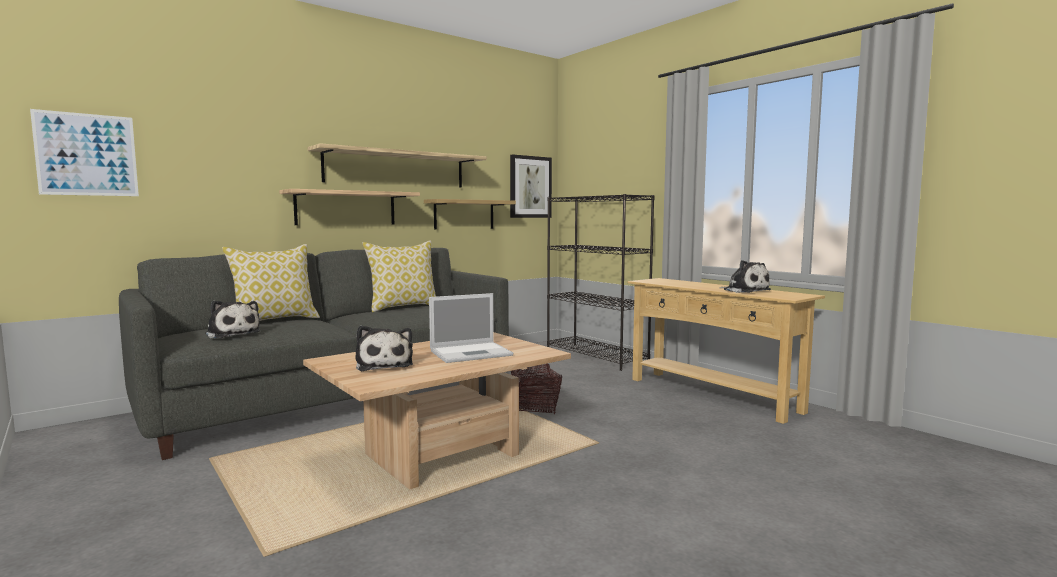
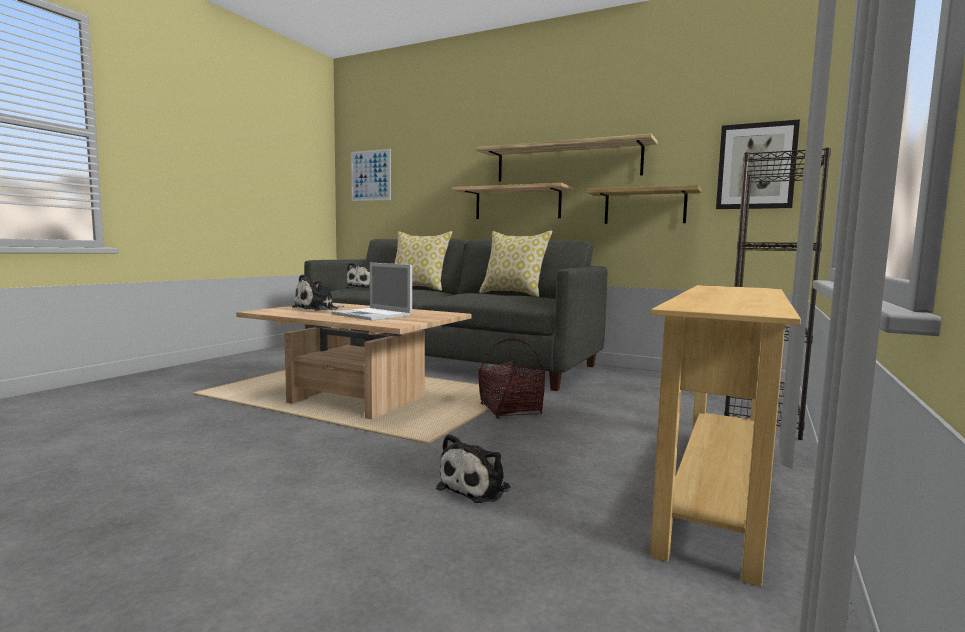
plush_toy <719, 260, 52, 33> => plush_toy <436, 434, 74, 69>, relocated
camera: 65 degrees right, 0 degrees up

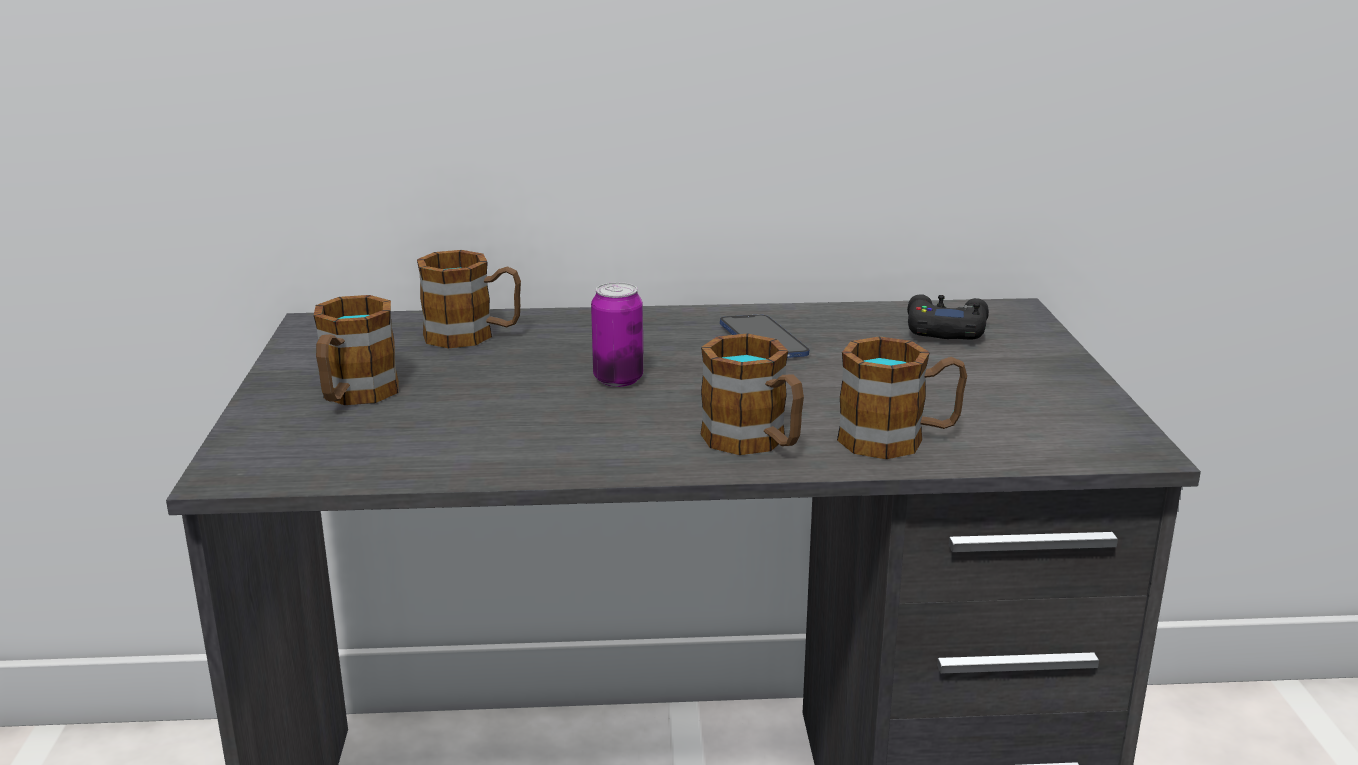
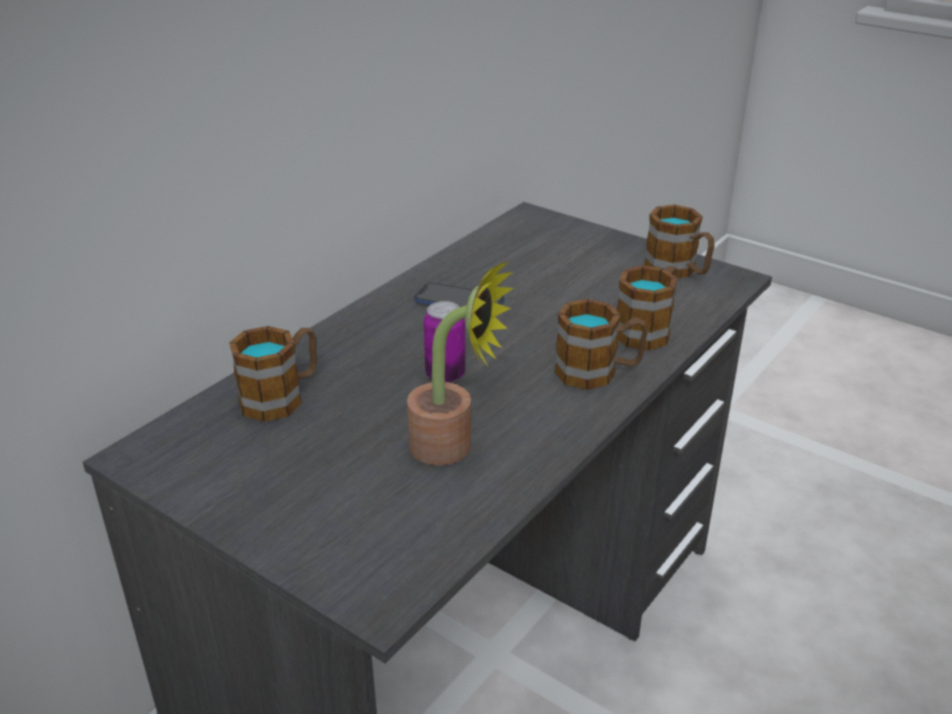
mug <314, 295, 85, 110> => mug <644, 205, 71, 73>, relocated
black_game_controller <907, 294, 82, 45> => nothing
nothing => potted_plant <407, 261, 106, 205>
camera: 50 degrees left, 10 degrees up

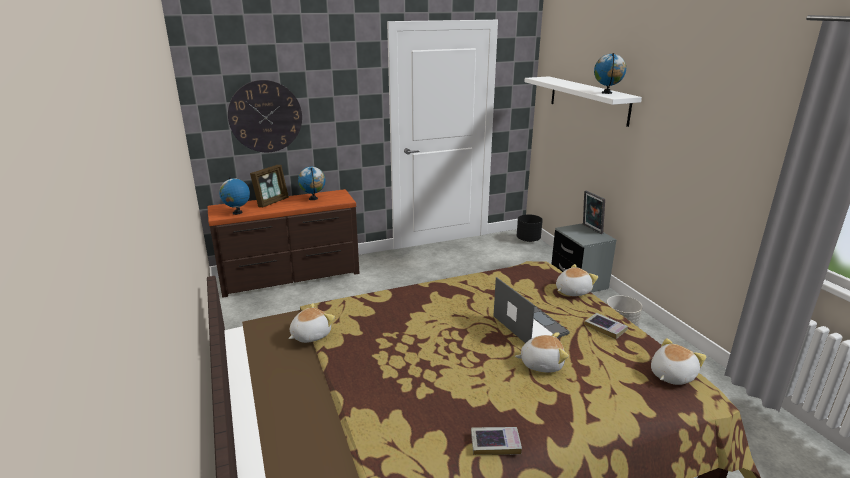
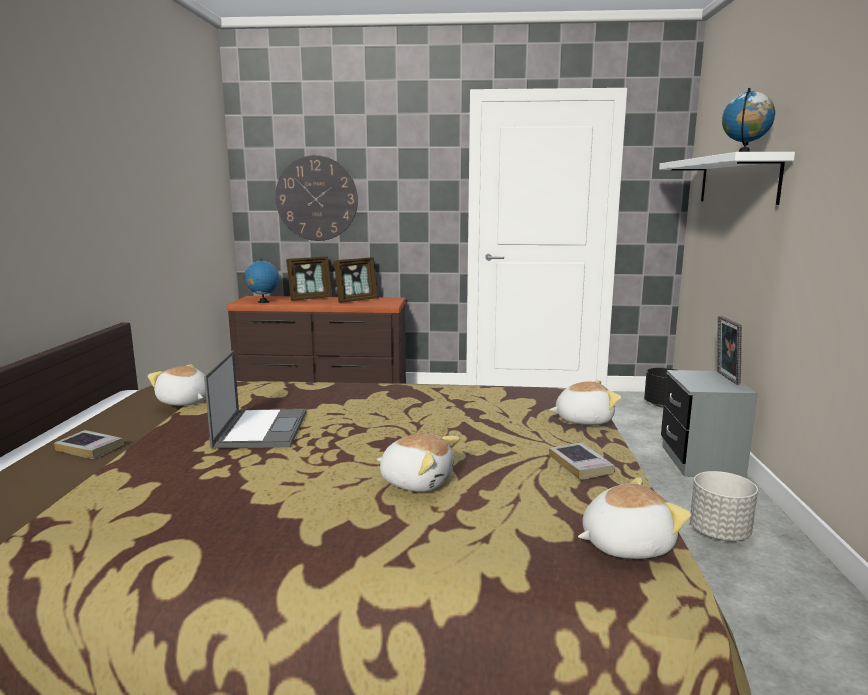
plush_toy <288, 303, 47, 40> => plush_toy <148, 364, 58, 42>, 120 degrees counterclockwise
globe <298, 167, 28, 33> => picture_frame <334, 257, 44, 46>
book <471, 427, 51, 28> => book <54, 430, 70, 29>, relocated
laptop <494, 277, 76, 66> => laptop <204, 350, 103, 98>, relocated
camera: 25 degrees right, 10 degrees down

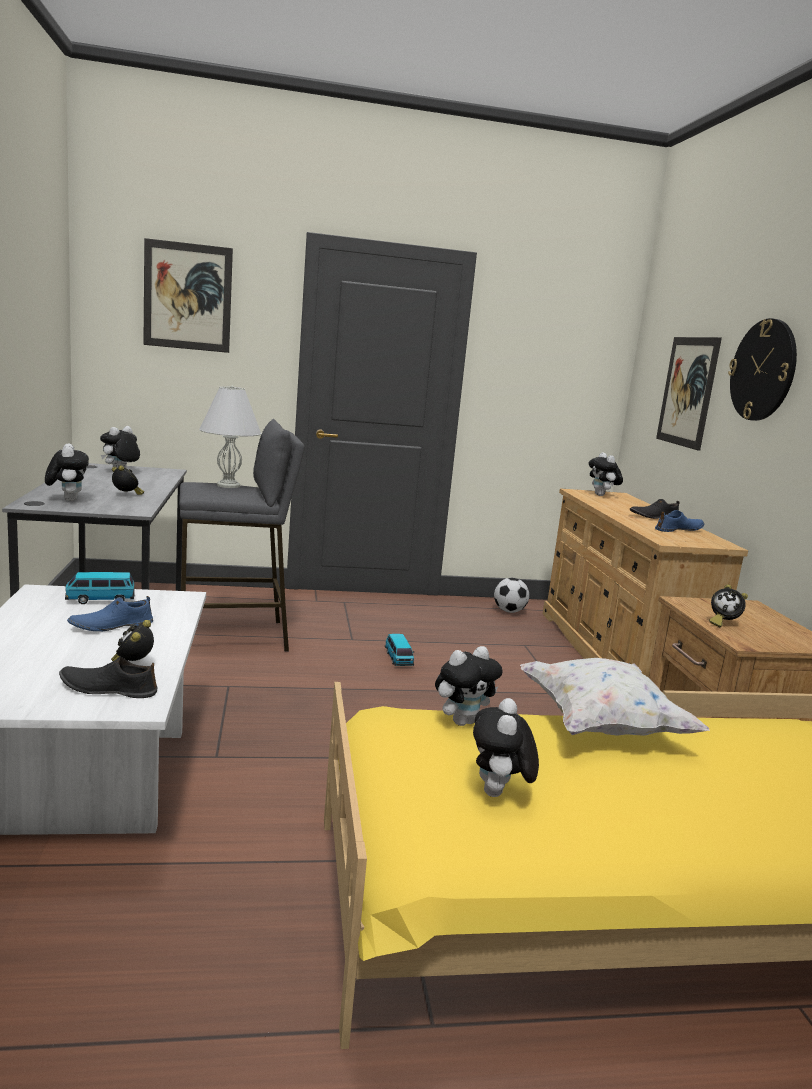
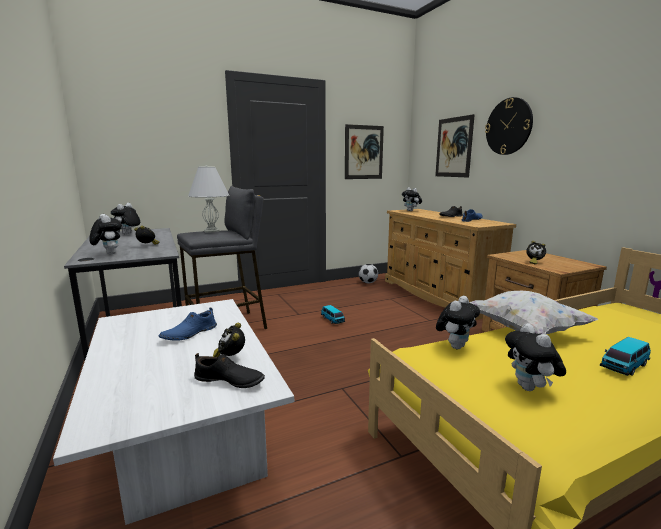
black_shoe <59, 657, 98, 41> => black_shoe <194, 353, 71, 35>, 150 degrees counterclockwise
toy_car <65, 572, 70, 32> => toy_car <600, 337, 51, 39>, relocated
picture <143, 238, 90, 115> => picture <345, 124, 39, 55>, relocated
camera: 15 degrees left, 0 degrees up

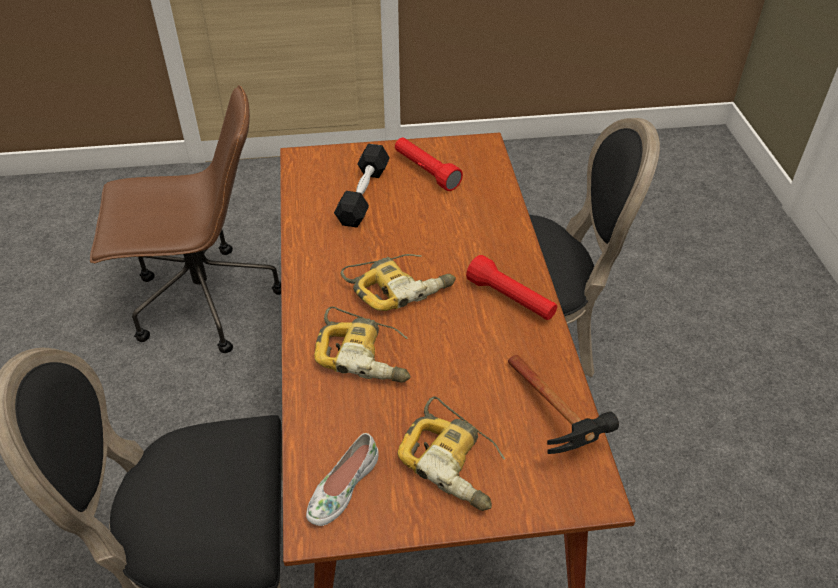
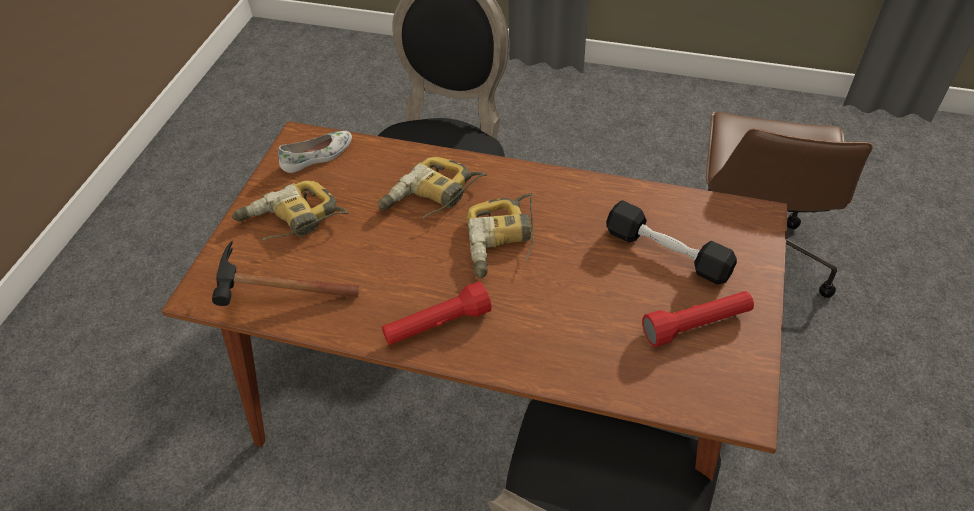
white_shoe <306, 433, 73, 93> => white_shoe <278, 131, 74, 42>, 90 degrees clockwise
camera: 115 degrees right, 5 degrees up

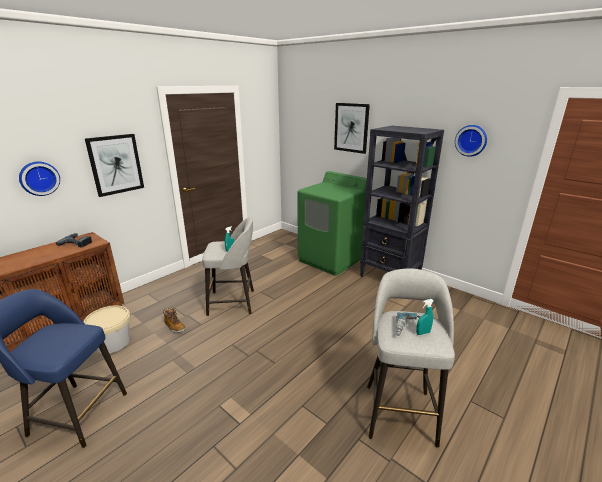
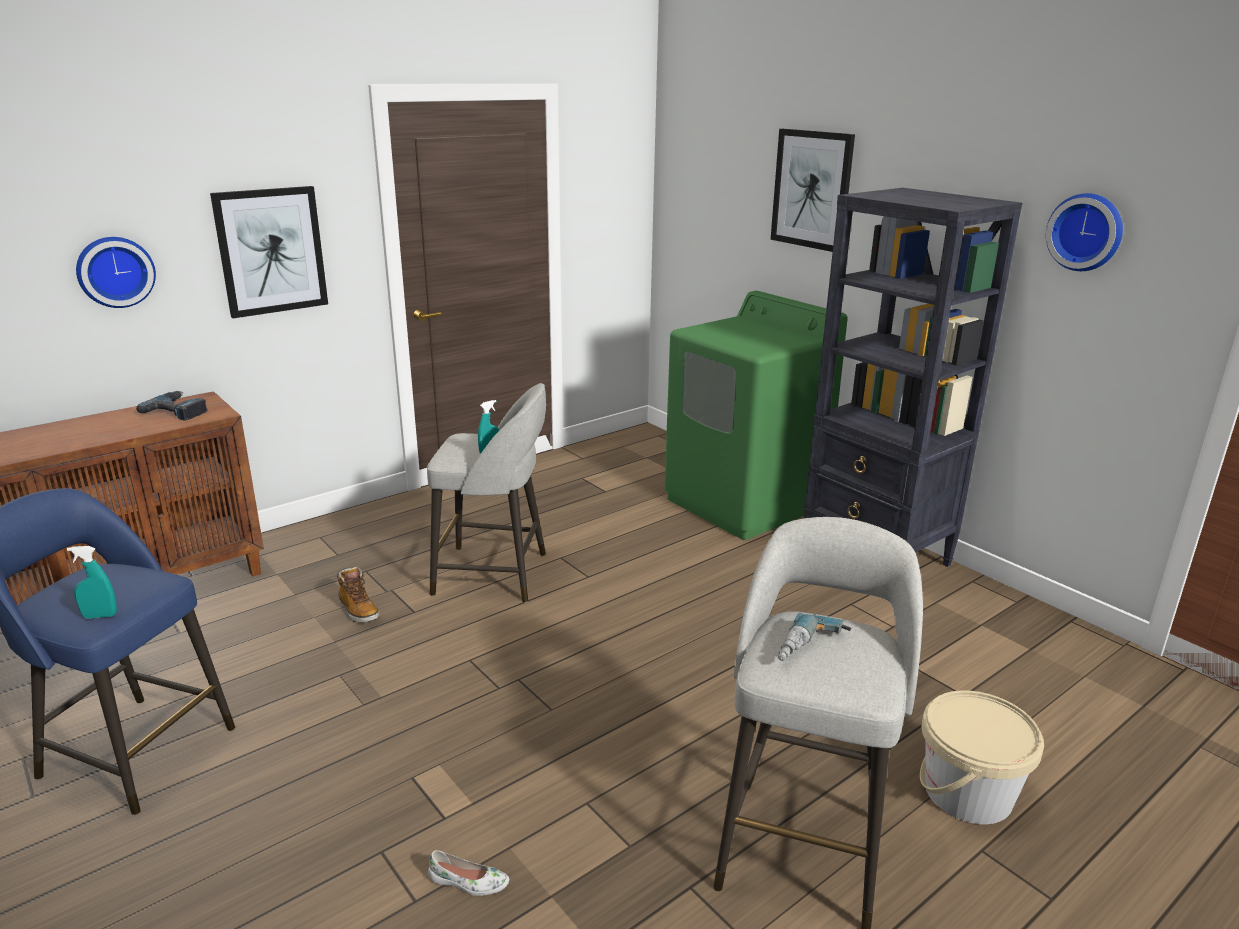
beige_bucket <84, 305, 47, 48> => beige_bucket <920, 690, 124, 134>, relocated
turquoise_spray_bottle <416, 299, 18, 36> => turquoise_spray_bottle <67, 546, 50, 72>, relocated
nothing => white_shoe <428, 850, 81, 46>
camera: 10 degrees right, 0 degrees up

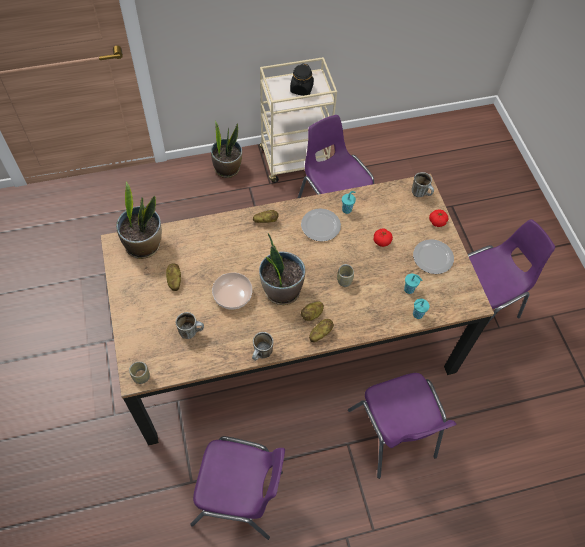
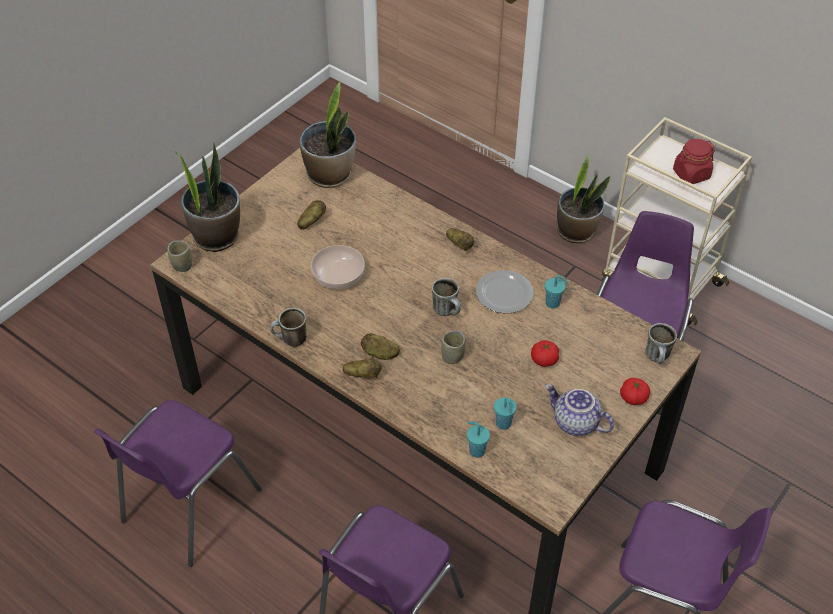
mug <176, 312, 28, 27> => mug <432, 278, 29, 38>, relocated
purple_chair <190, 436, 95, 104> => purple_chair <94, 400, 168, 167>, 60 degrees clockwise
potted_plant <259, 233, 46, 72> => potted_plant <176, 142, 64, 110>, relocated
black_jar <290, 63, 24, 33> => red_jar <673, 139, 42, 45>
plate <413, 239, 41, 35> => teapot <545, 384, 69, 52>
camera: 55 degrees right, 10 degrees down

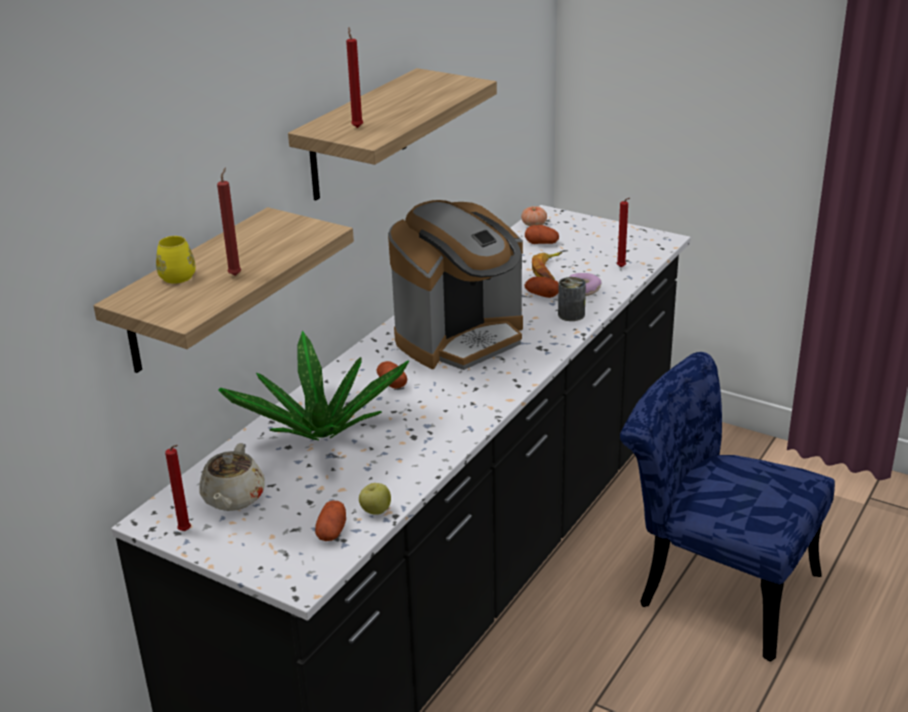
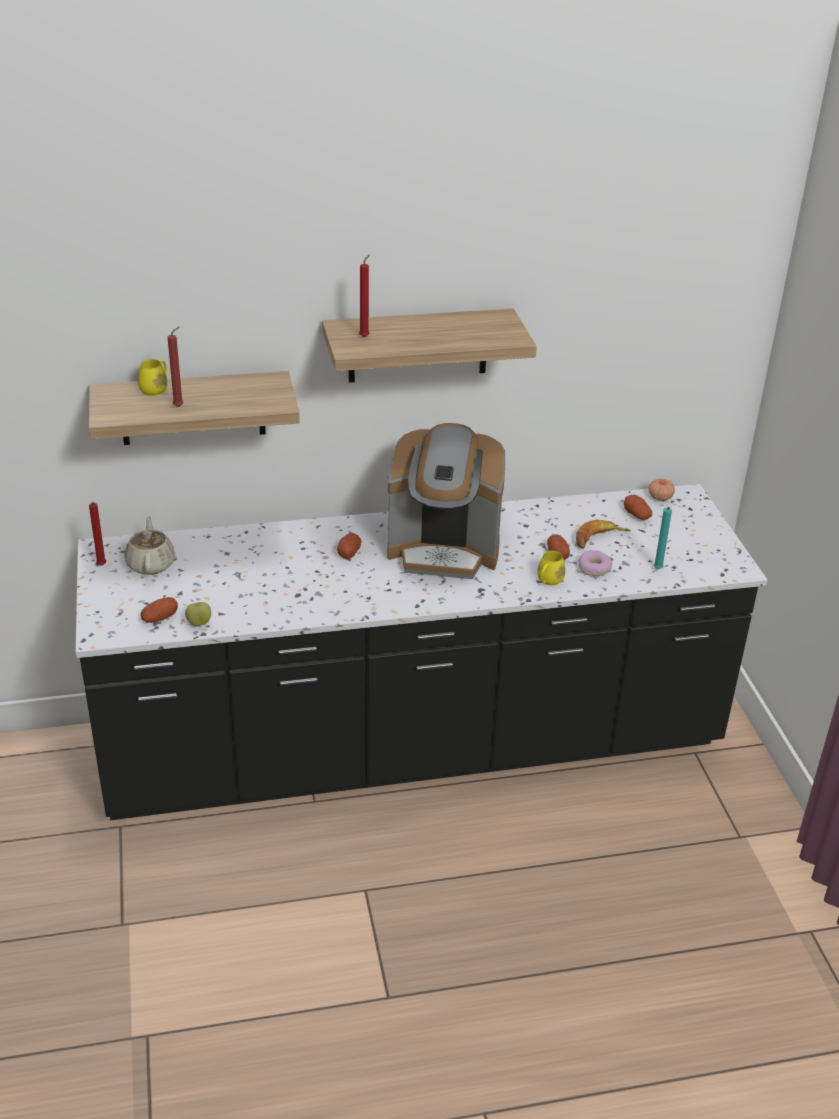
beige_teapot <199, 443, 66, 68> => beige_teapot <124, 516, 51, 59>, 120 degrees clockwise
potted_plant <218, 331, 191, 109> => nothing
can <558, 277, 28, 44> => yellow_mug <537, 551, 28, 34>
red_candle <616, 198, 14, 69> => turquoise_candle <654, 507, 18, 62>
blue_chair <620, 352, 215, 310> => nothing
camera: 45 degrees right, 5 degrees up

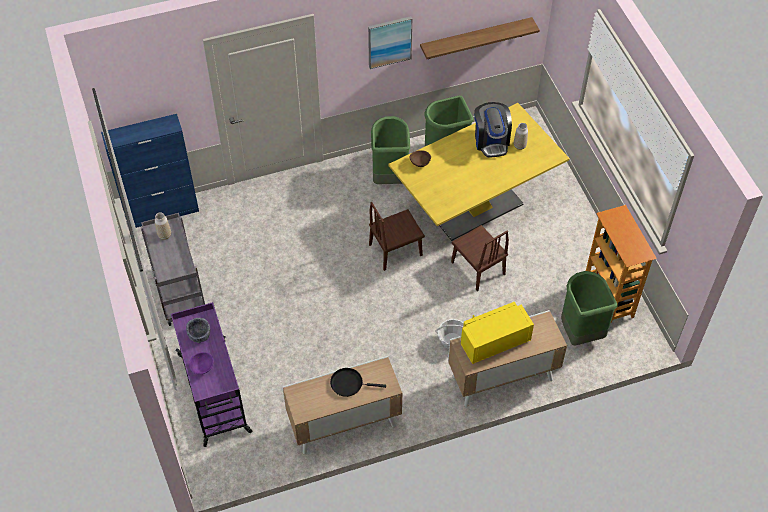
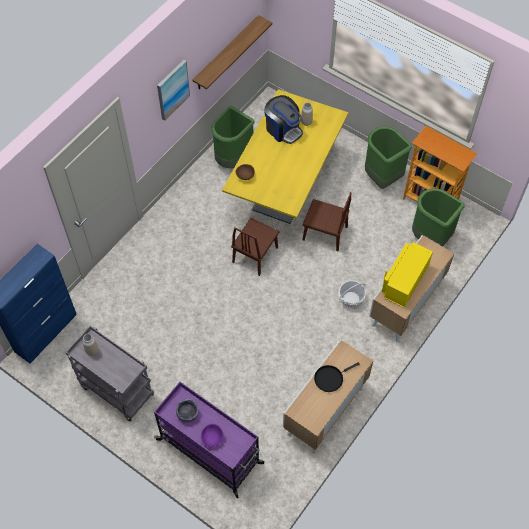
green_trash_can <371, 116, 39, 68> => green_trash_can <365, 126, 47, 63>, relocated
camera: 35 degrees left, 5 degrees up

